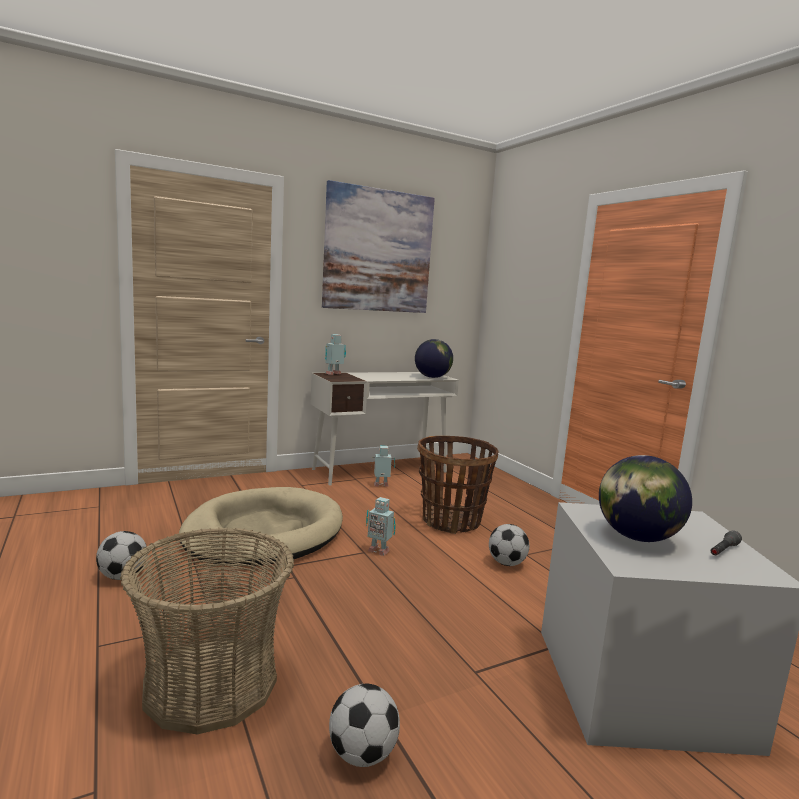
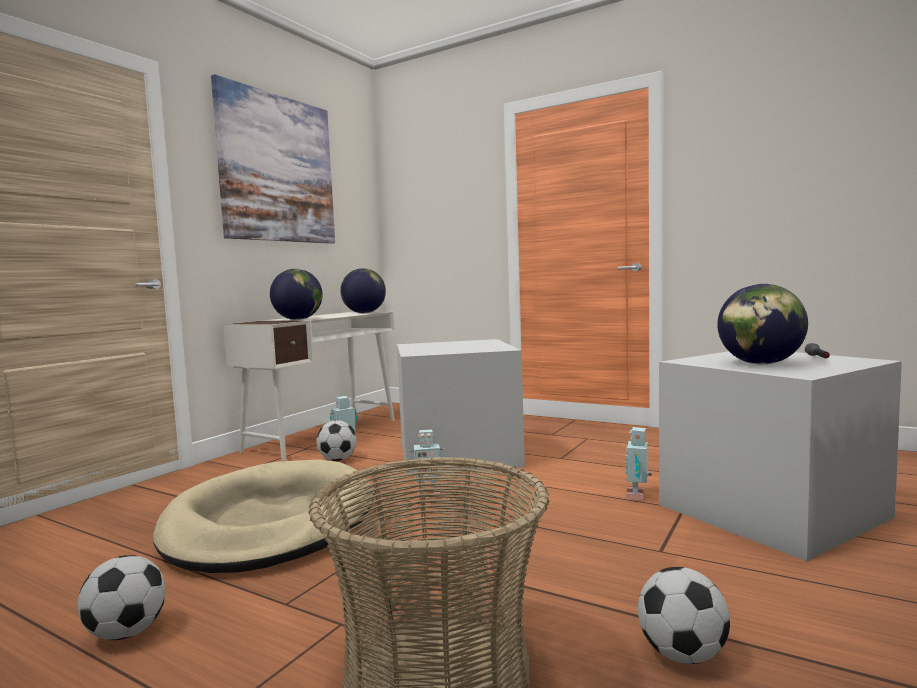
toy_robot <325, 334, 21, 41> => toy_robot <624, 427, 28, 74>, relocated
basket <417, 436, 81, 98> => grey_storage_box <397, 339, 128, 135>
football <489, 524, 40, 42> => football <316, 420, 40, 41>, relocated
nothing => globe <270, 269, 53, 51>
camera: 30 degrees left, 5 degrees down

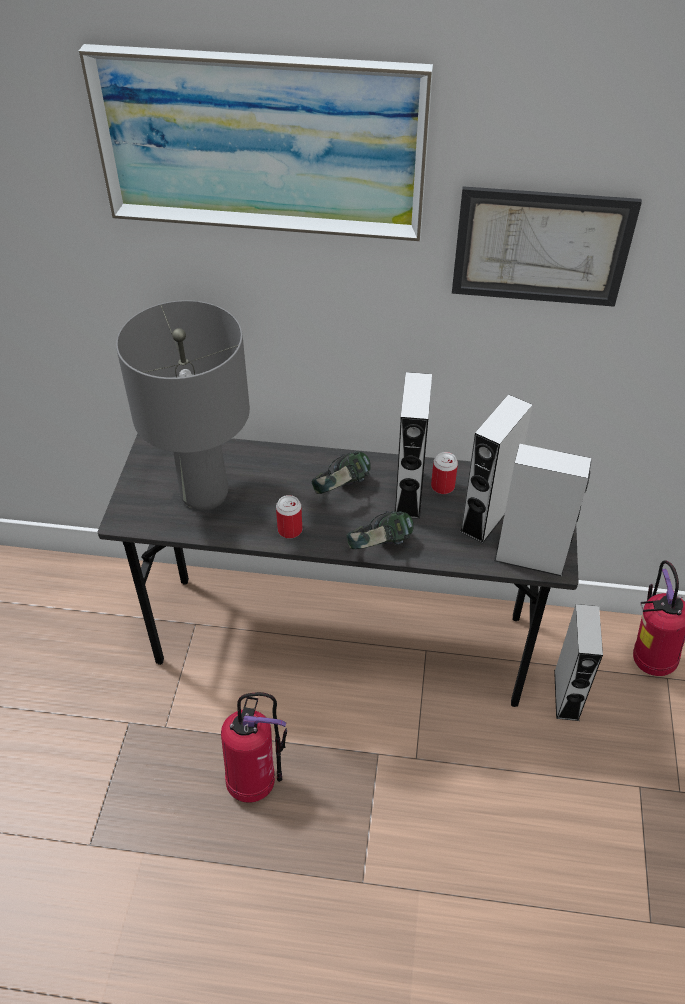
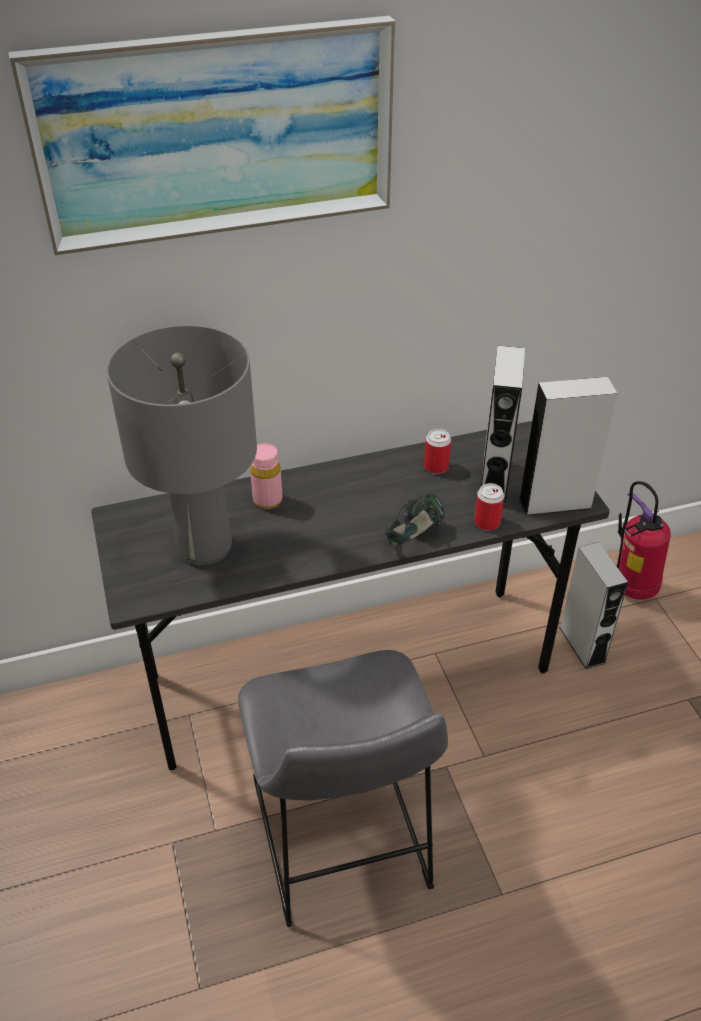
fire_extinguisher <221, 692, 66, 111> => grey_stool <238, 650, 210, 277>
can <276, 495, 26, 44> => can <474, 483, 30, 48>, relocated
headphones <312, 451, 59, 43> => nothing
grey_speaker <394, 372, 38, 147> => nothing
picture <452, 186, 190, 121> => nothing
nothing => pink_bottle <250, 443, 32, 66>
camera: 25 degrees left, 5 degrees down

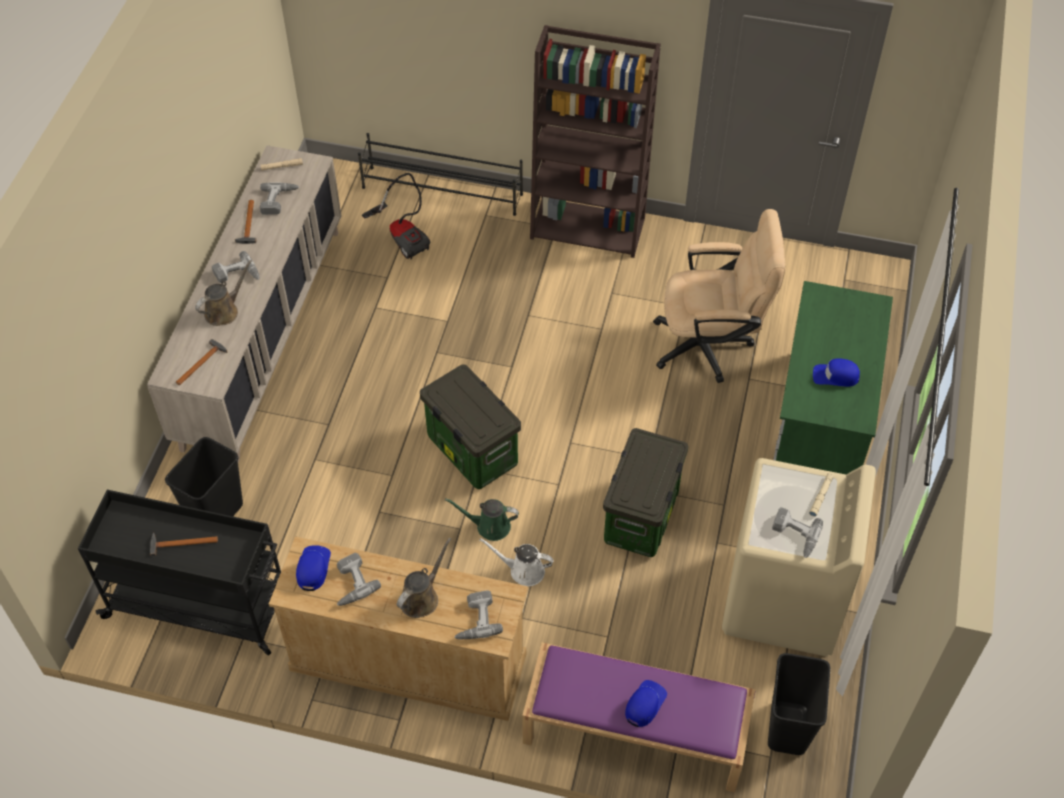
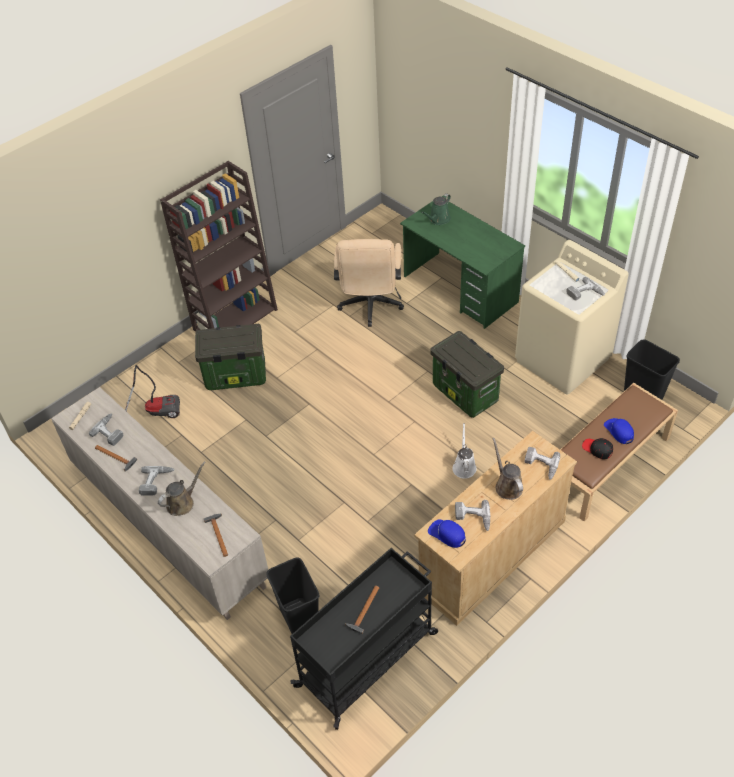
brown_watering_can <195, 260, 57, 66> => brown_watering_can <158, 461, 48, 55>, 60 degrees clockwise
black_shoe_rack <358, 133, 165, 83> => nothing
storage_box <420, 364, 101, 125> => storage_box <195, 324, 71, 66>, relocated
green_watering_can <445, 498, 74, 43> => green_watering_can <421, 194, 30, 31>, relocated
white_watering_can <479, 538, 75, 48> => white_watering_can <453, 423, 24, 56>, 135 degrees clockwise
purple_bench <522, 642, 233, 151> => brown_bench <560, 383, 118, 138>
beige_office_chair <653, 209, 132, 174> => beige_office_chair <334, 239, 70, 88>, 150 degrees clockwise
blue_cap <813, 358, 47, 29> => nothing
nothing => black_cap <582, 438, 31, 21>
camera: 55 degrees left, 5 degrees down

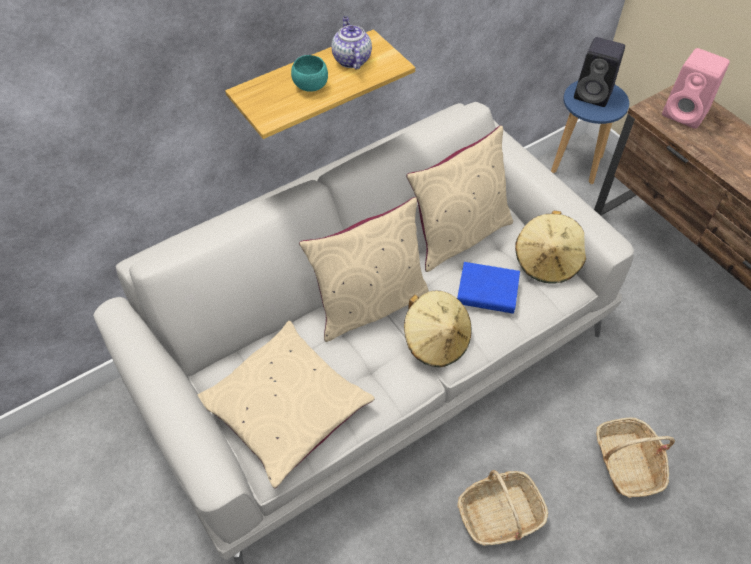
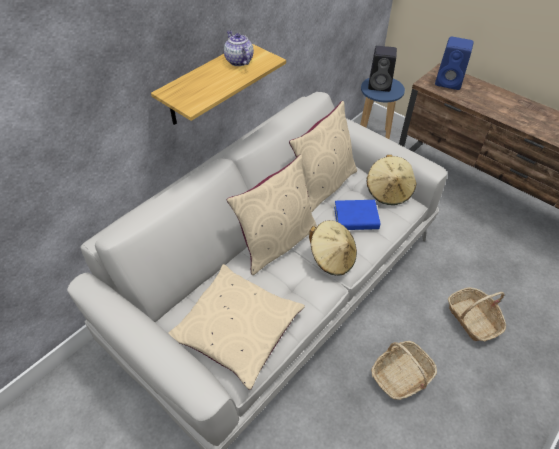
turquoise_bowl <291, 55, 37, 37> => nothing
pink_speaker <662, 48, 68, 81> => blue_speaker <435, 37, 39, 53>
camera: 15 degrees left, 5 degrees down

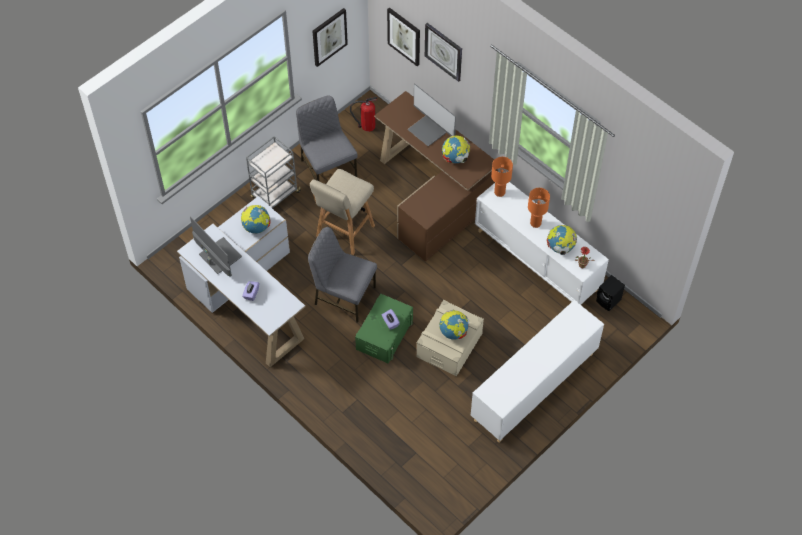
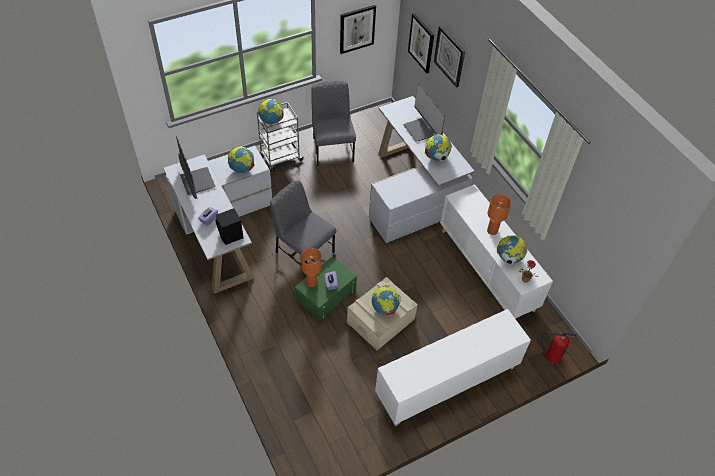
beige_stool <310, 169, 65, 86> => nothing
fire_extinguisher <350, 97, 27, 35> => fire_extinguisher <540, 332, 36, 32>, relocated
brown_desk <374, 91, 124, 171> => white_desk <369, 96, 106, 147>
orange_table_lamp <491, 157, 22, 40> => orange_table_lamp <301, 248, 21, 39>, relocated
black_speaker <596, 275, 29, 36> => black_speaker <215, 208, 29, 37>, relocated
nothing => globe <258, 99, 26, 25>
camera: 15 degrees right, 5 degrees down

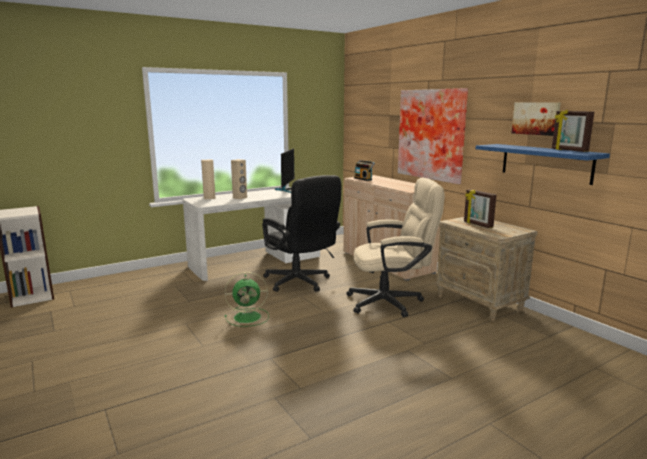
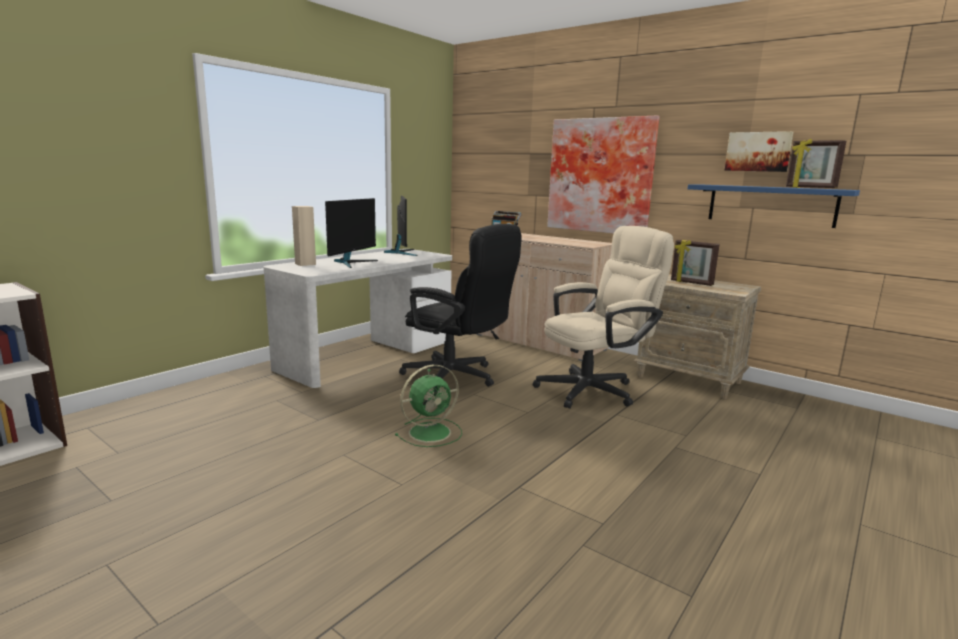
beige_speaker <231, 159, 16, 40> => monitor <325, 198, 53, 70>
camera: 20 degrees left, 0 degrees up

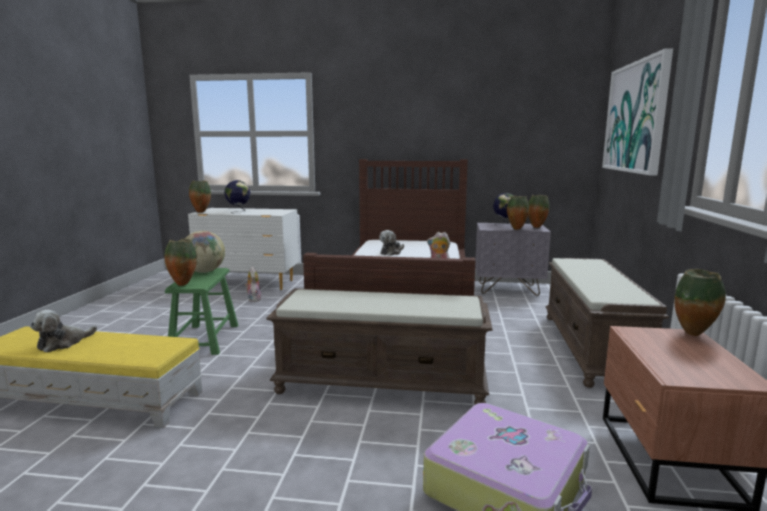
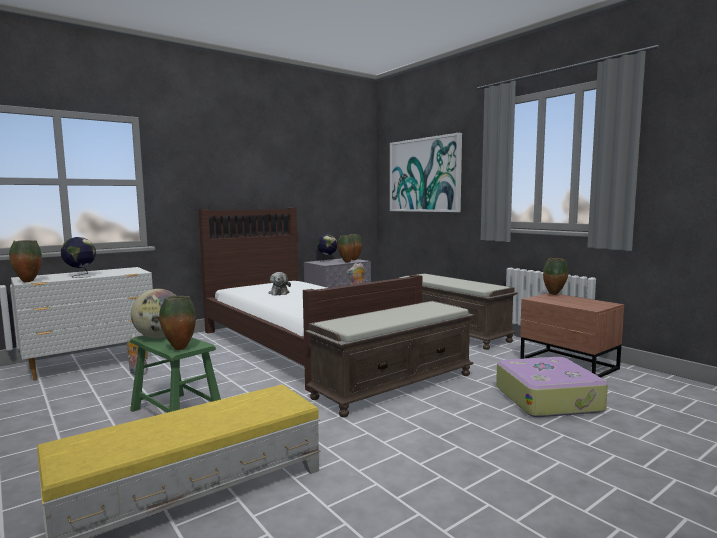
plush_toy <30, 310, 67, 43> => nothing
camera: 45 degrees left, 5 degrees down

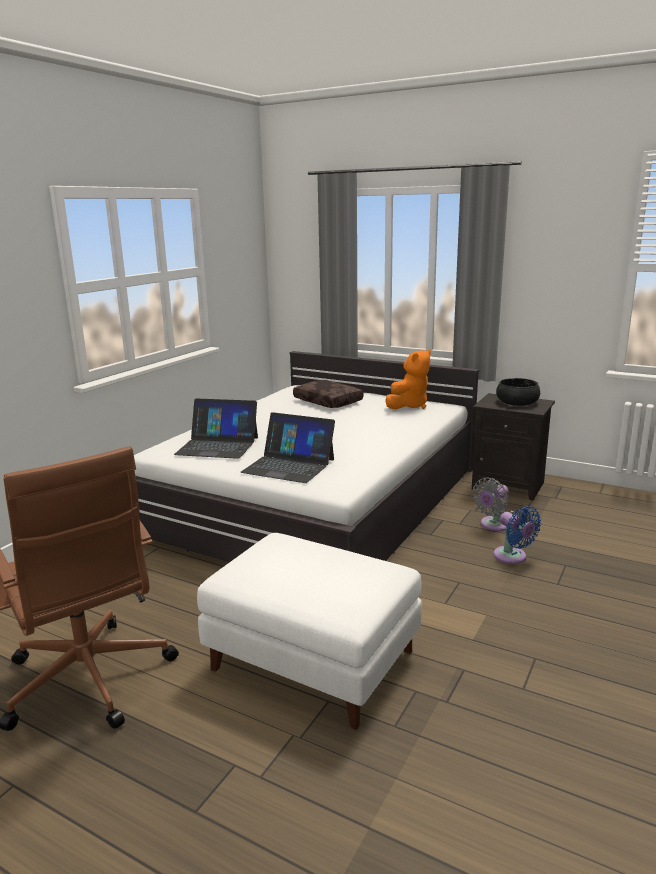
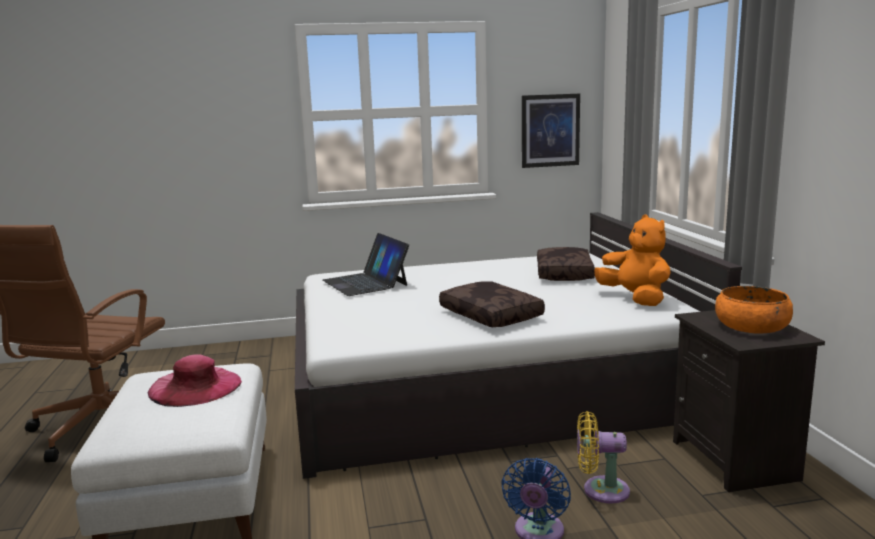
laptop <240, 412, 95, 71> => nothing
orange_plush_toy <385, 349, 46, 60> => orange_plush_toy <594, 214, 77, 92>, 120 degrees counterclockwise
grey_fan <472, 478, 37, 53> => yellow_fan <577, 411, 53, 92>
black_bowl <496, 378, 44, 28> => orange_bowl <715, 286, 78, 48>
nothing => pink_hat <148, 354, 94, 53>
nothing => brown_pillow <439, 281, 106, 46>
nothing => picture <522, 94, 58, 74>
camera: 50 degrees right, 5 degrees down

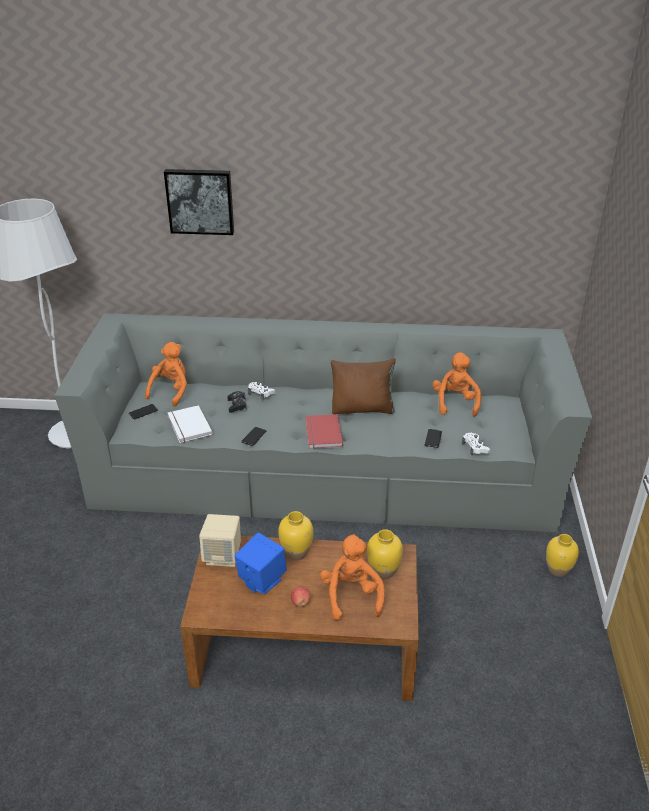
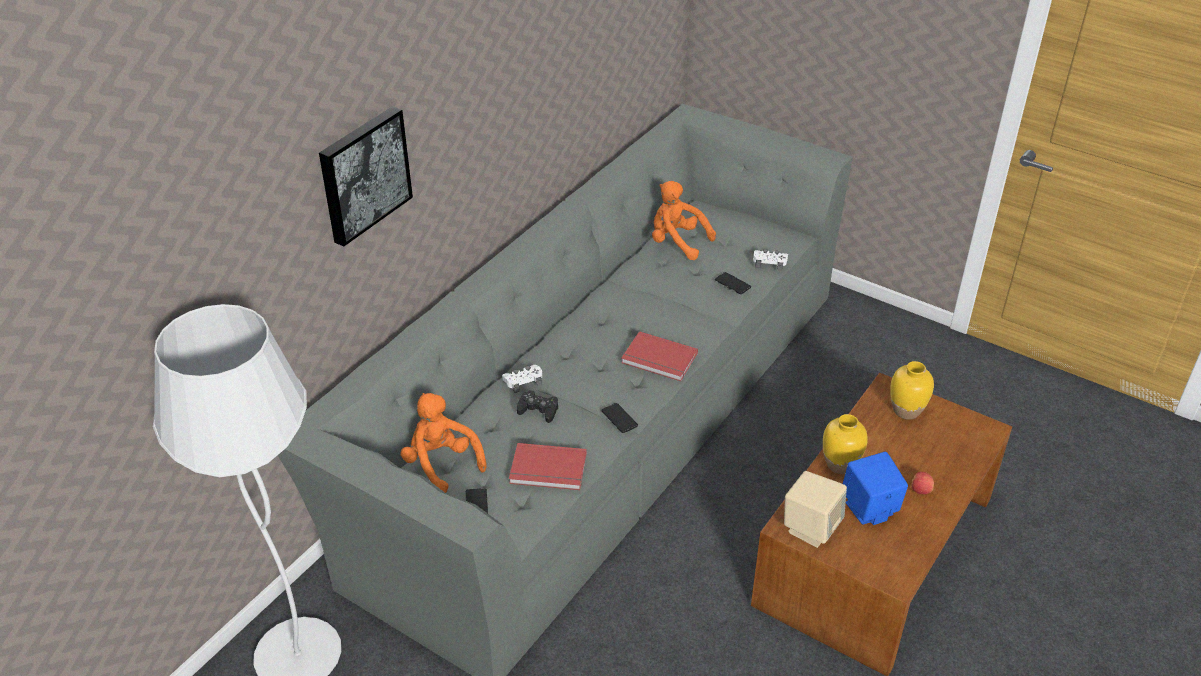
white_book <168, 405, 45, 38> => red_book <509, 443, 78, 47>
orange_plush_toy <320, 534, 65, 86> => nothing
brown_pillow <331, 358, 65, 56> => nothing
yellow_vase <546, 534, 33, 43> => nothing
camera: 60 degrees left, 5 degrees up

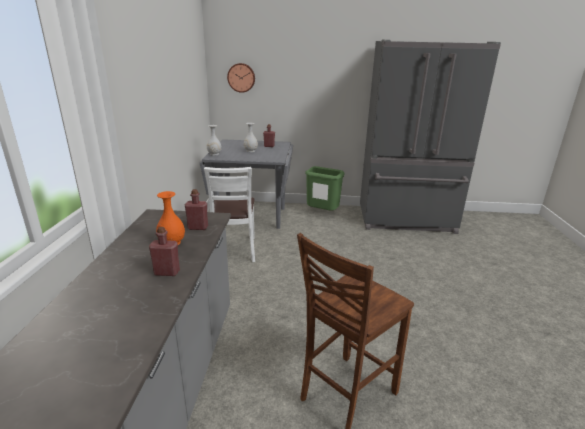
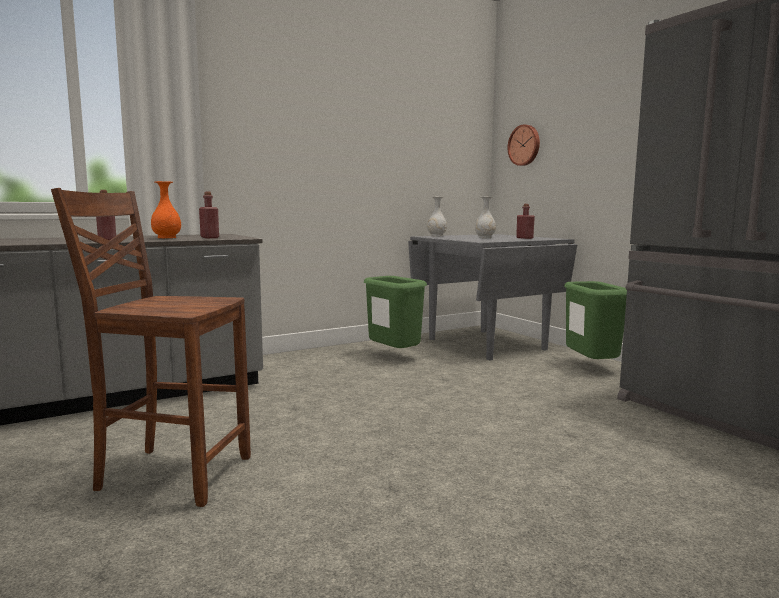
white_chair <204, 167, 51, 95> => green_trash_can <364, 276, 63, 72>
camera: 55 degrees right, 15 degrees down

